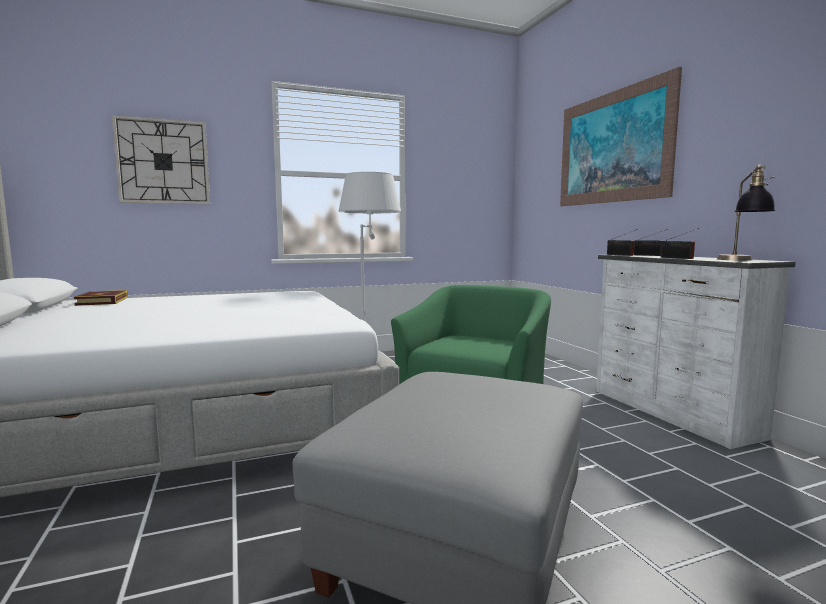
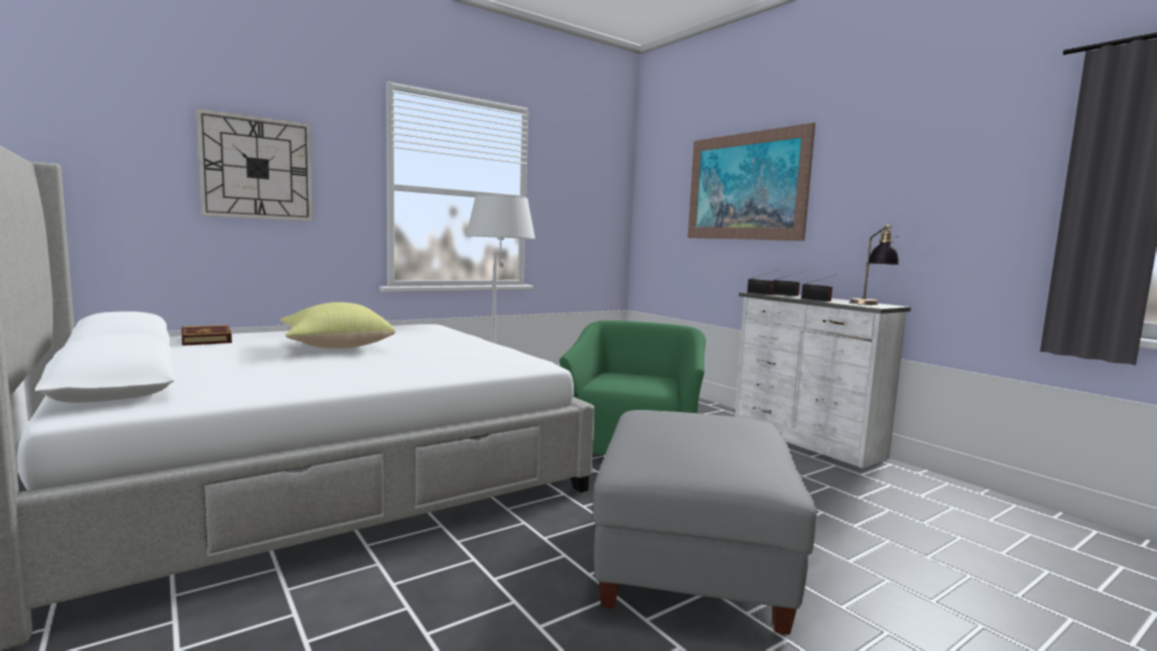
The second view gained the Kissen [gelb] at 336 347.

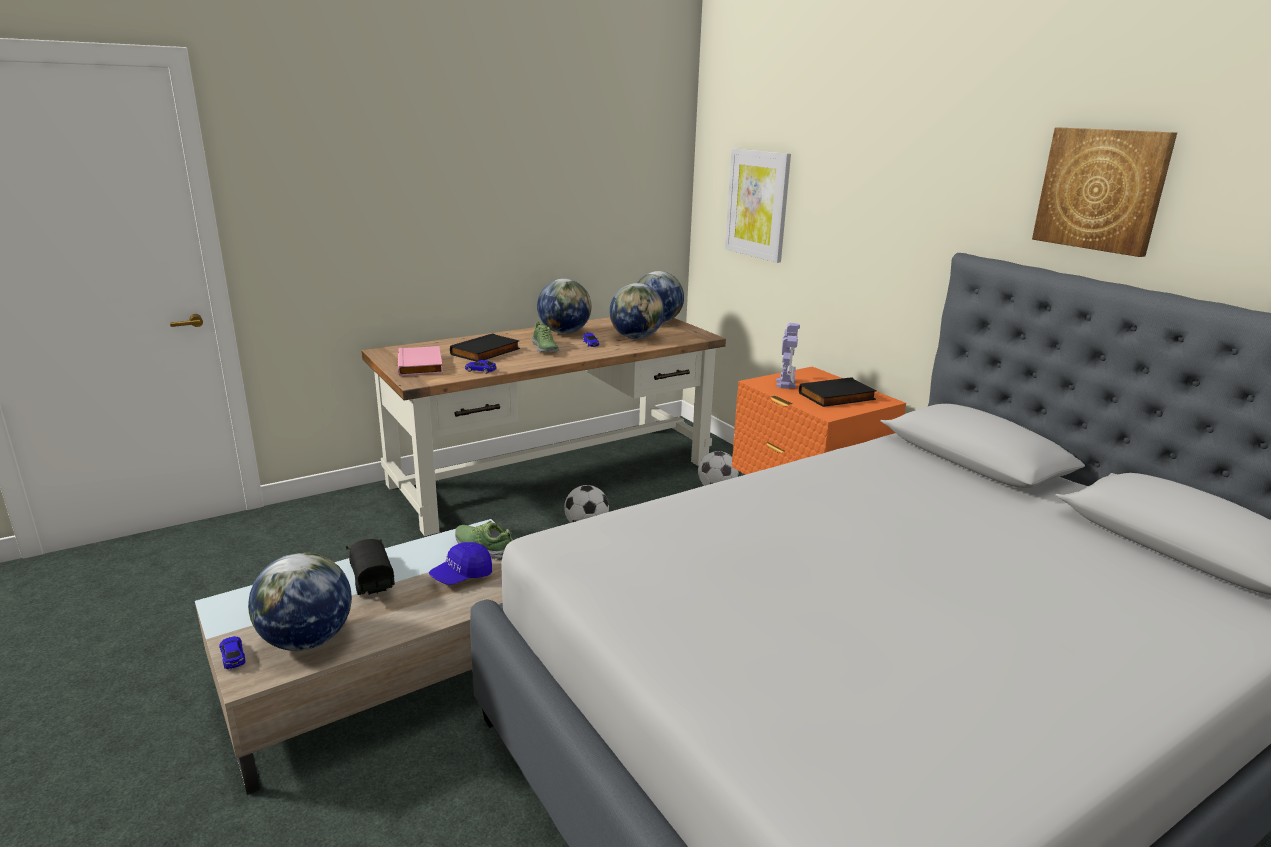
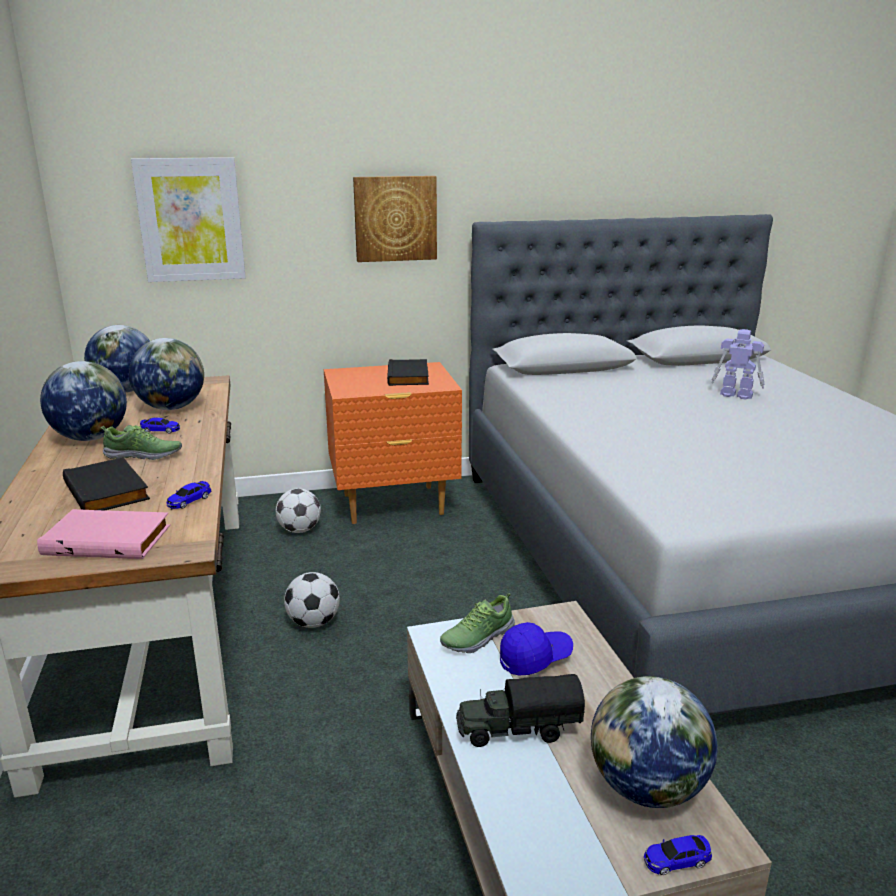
The Spielzeugroboter ended up elsewhere, having gone from 785 383 to 735 394.
The Bild ended up elsewhere, having gone from 1101 190 to 395 218.
The Kappe [blau] at 462 576 ended up facing another way, 90 degrees counterclockwise from before.

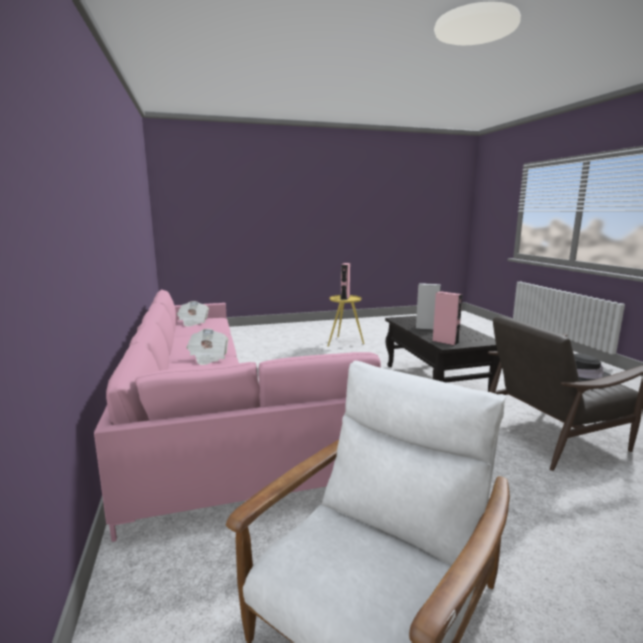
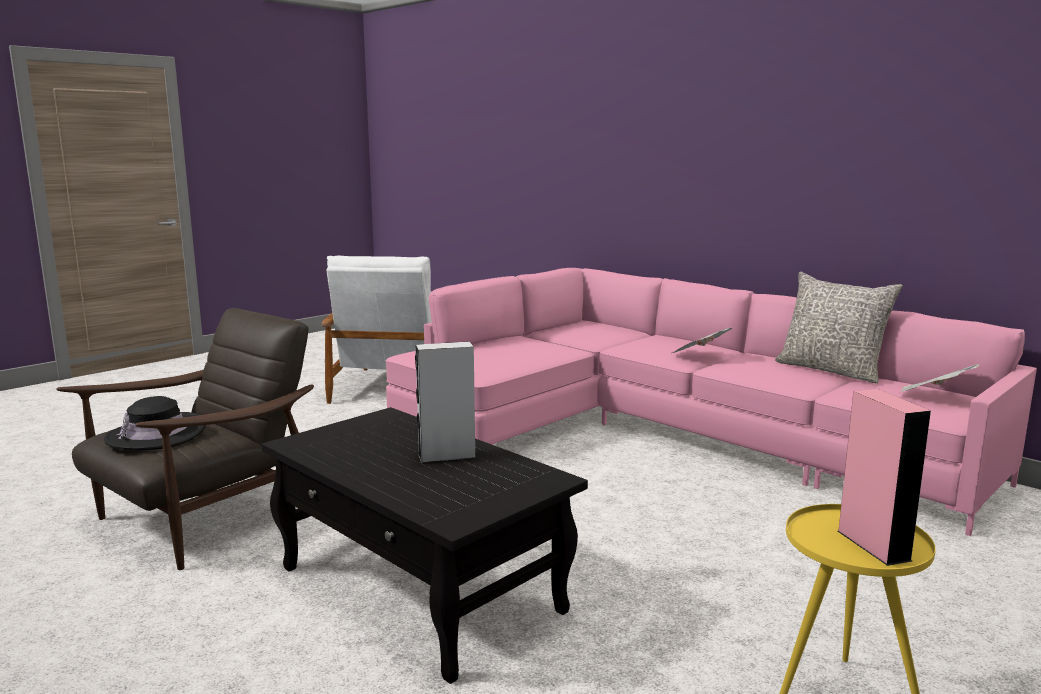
The second view lost the Lautsprecher [rosa] at 445 342.
The second view gained the Kissen [grau] at 831 370.

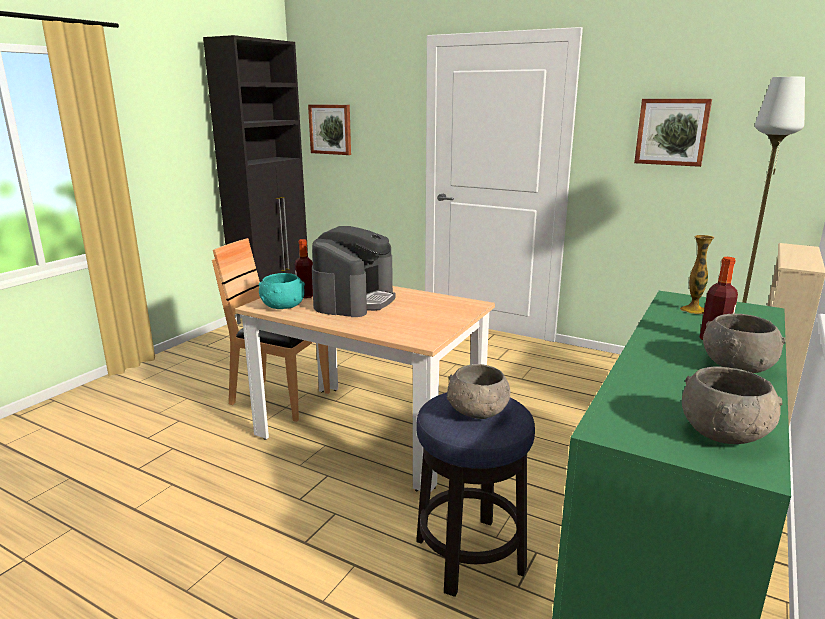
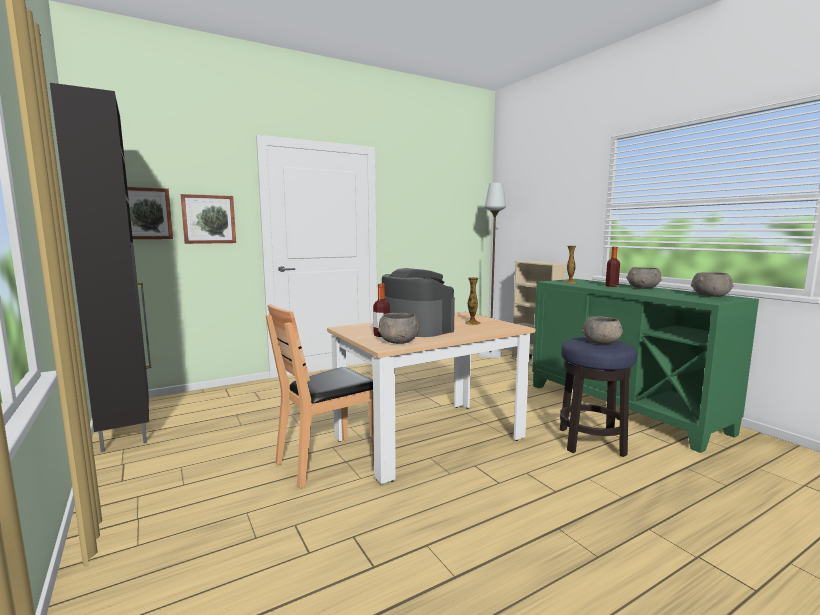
The second view gained the Vase at 472 323.
The Bild ended up elsewhere, having gone from 672 132 to 208 219.
What was the Schüssel [türkis] at 283 306 turned into the Schüssel [grau] at 398 342.

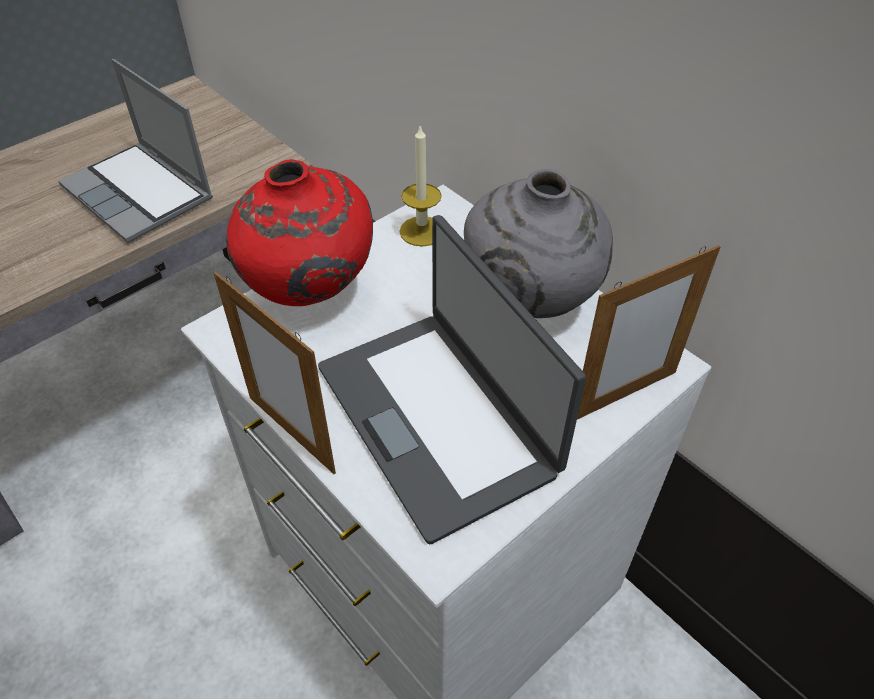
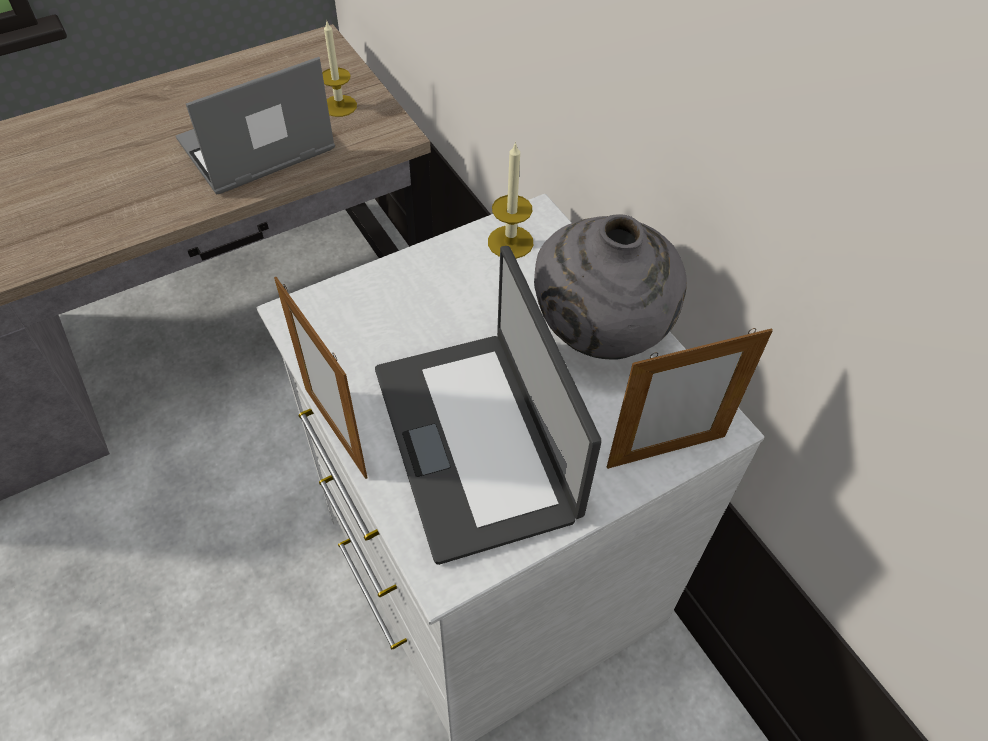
The second view lost the Vase [rot] at 309 294.
The second view gained the Kerze at 339 106.
The Laptop at 141 194 ended up facing another way, 90 degrees clockwise from before.

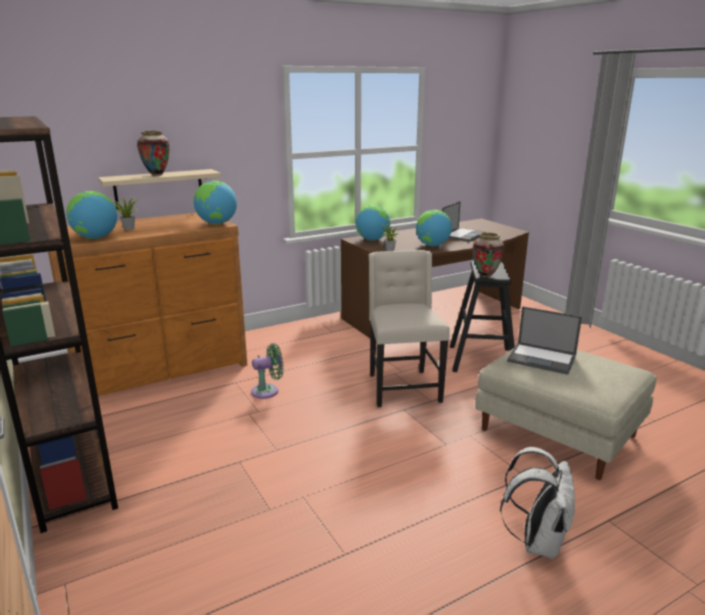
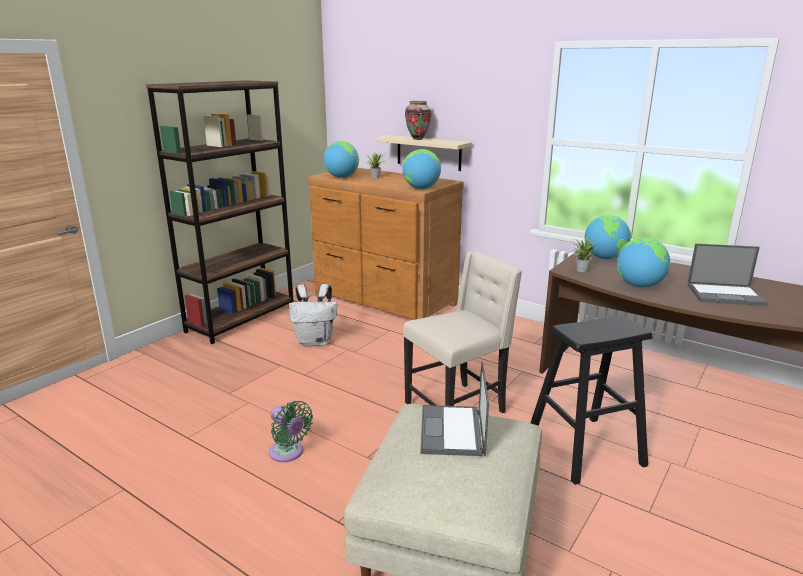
The second view lost the Vase at 486 275.
The Ventilator [grün] ended up elsewhere, having gone from 268 391 to 288 453.
The Rucksack [weiß] ended up elsewhere, having gone from 537 541 to 315 341.

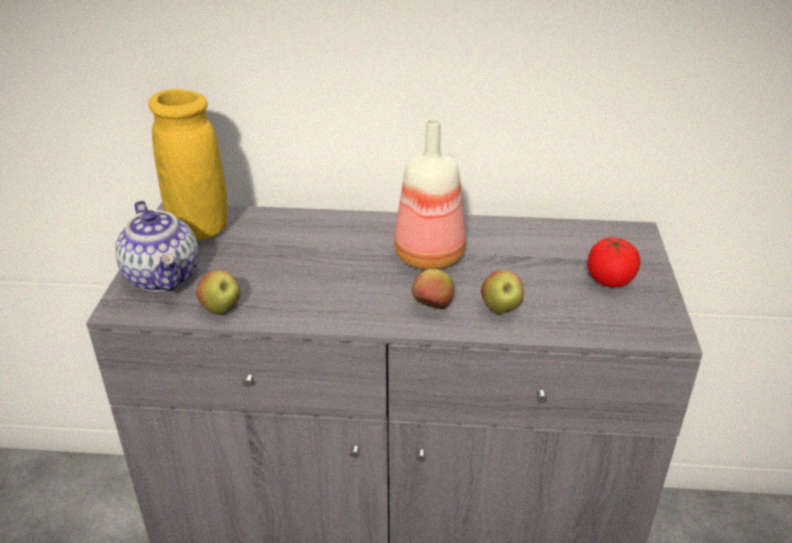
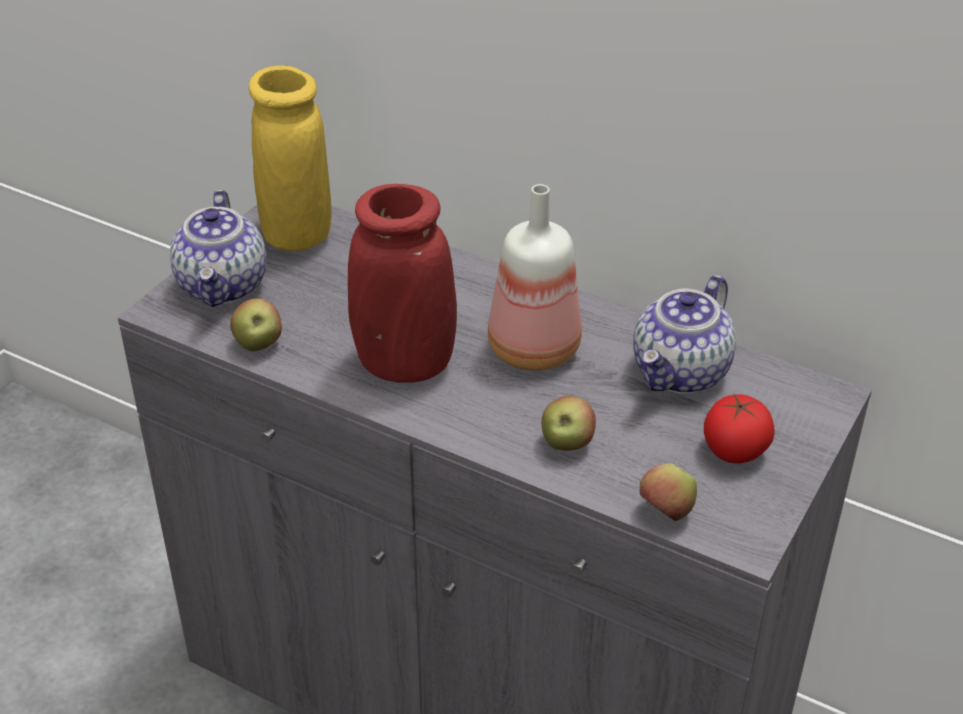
The second view gained the Vase [rot] at 404 364.
The second view gained the Teekanne at 681 373.
The Apfel ended up elsewhere, having gone from 433 307 to 666 513.

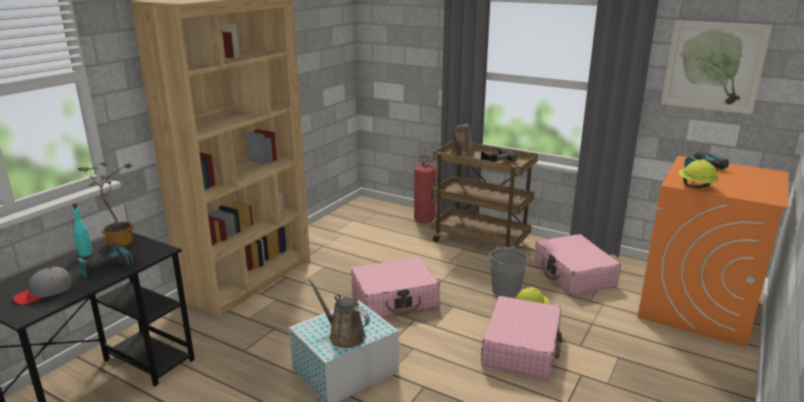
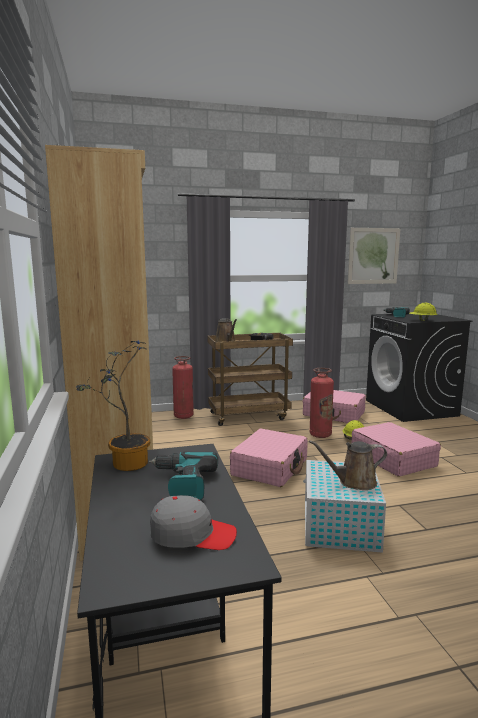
The second view lost the Flasche [türkis] at 86 254.
Where the Eimer [grau] stood at 506 290, the Feuerlöscher came to stand at 320 435.
What was the Waschmaschine [orange] at 696 308 turned into the Waschmaschine [schwarz] at 411 408.
The Kappe [grau] at 44 292 ended up facing another way, 90 degrees counterclockwise from before.

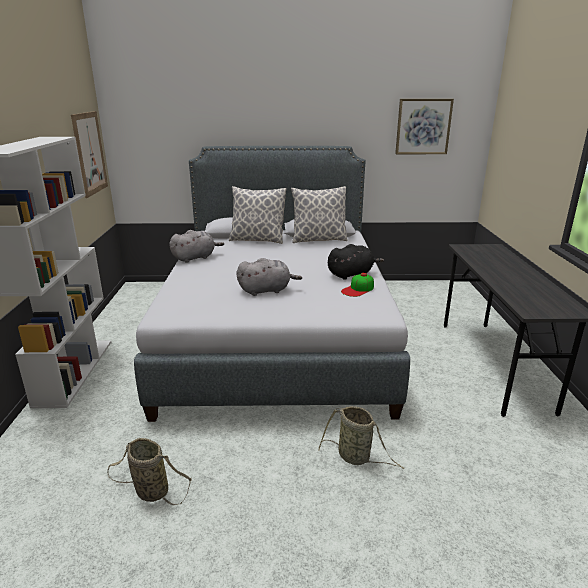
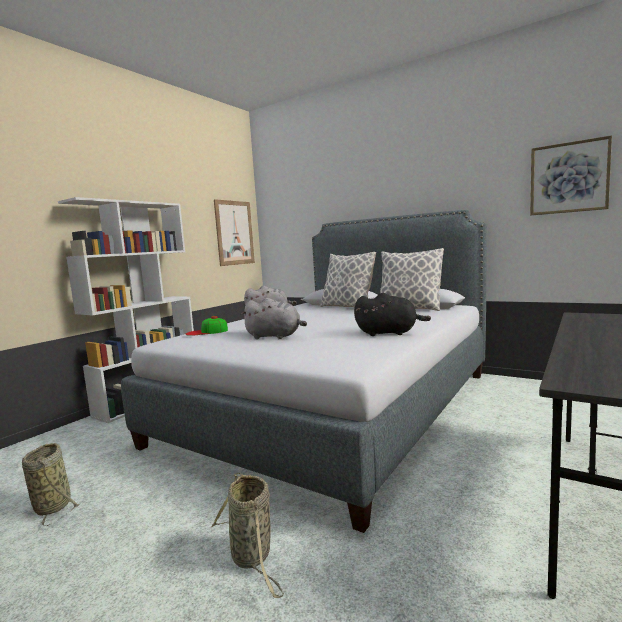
The Kappe ended up elsewhere, having gone from 358 289 to 206 332.

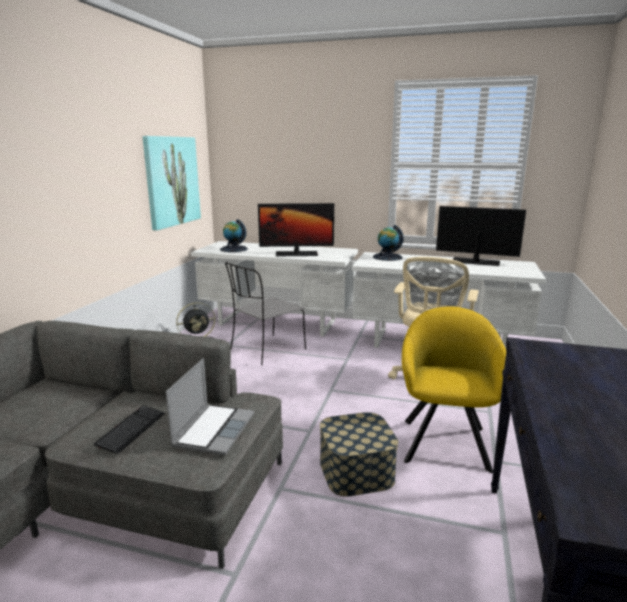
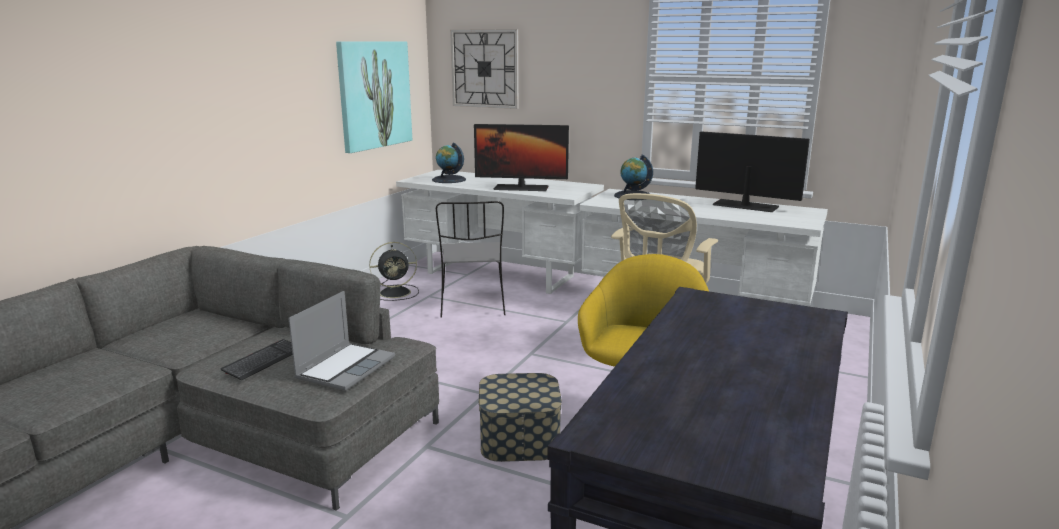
The second view gained the Wanduhr at 485 69.
The Stuhl [grau] at 266 350 ended up facing another way, 60 degrees counterclockwise from before.

